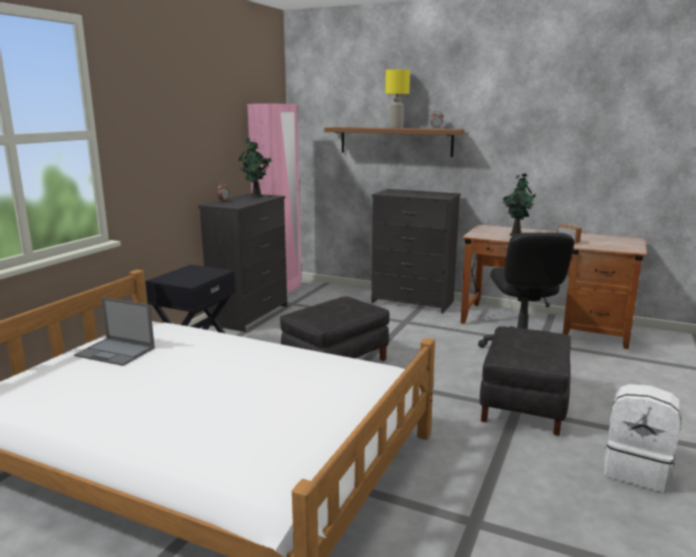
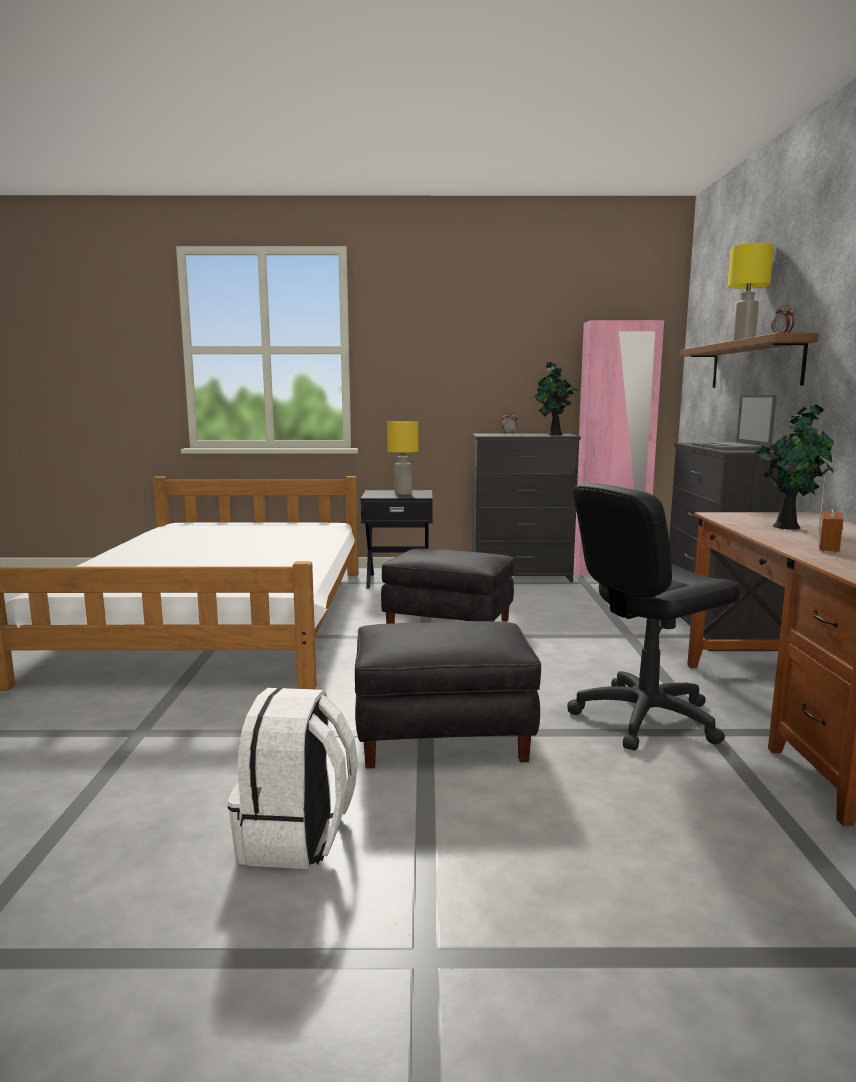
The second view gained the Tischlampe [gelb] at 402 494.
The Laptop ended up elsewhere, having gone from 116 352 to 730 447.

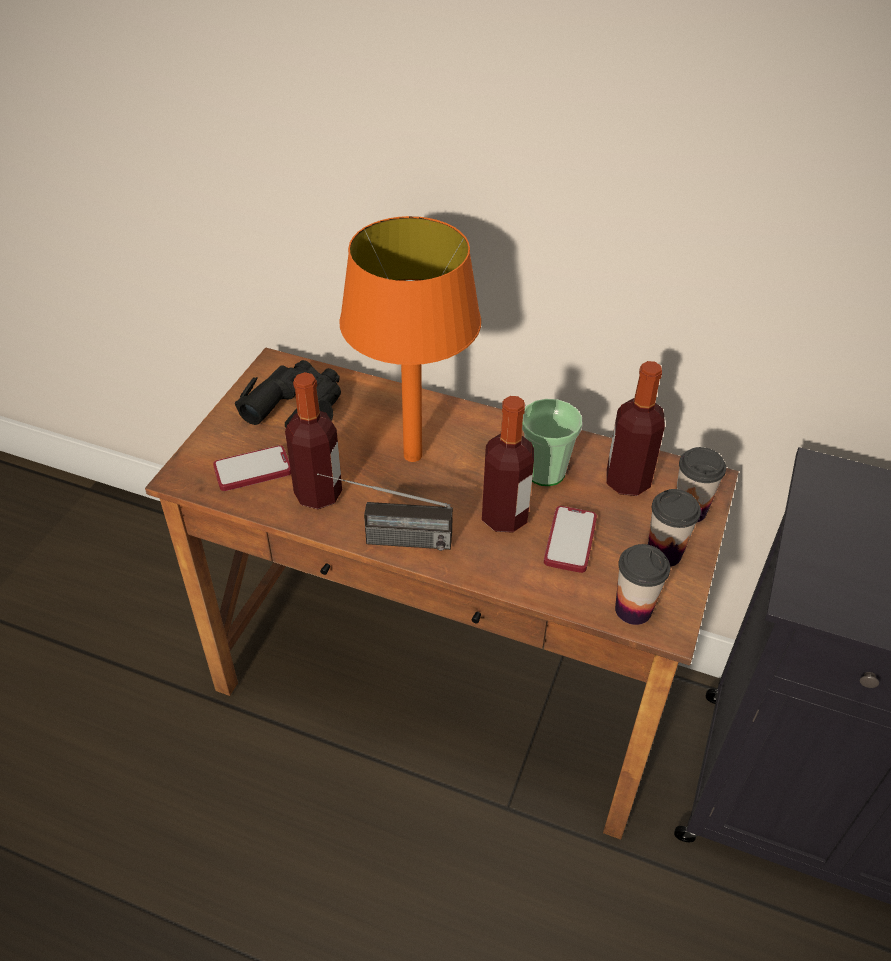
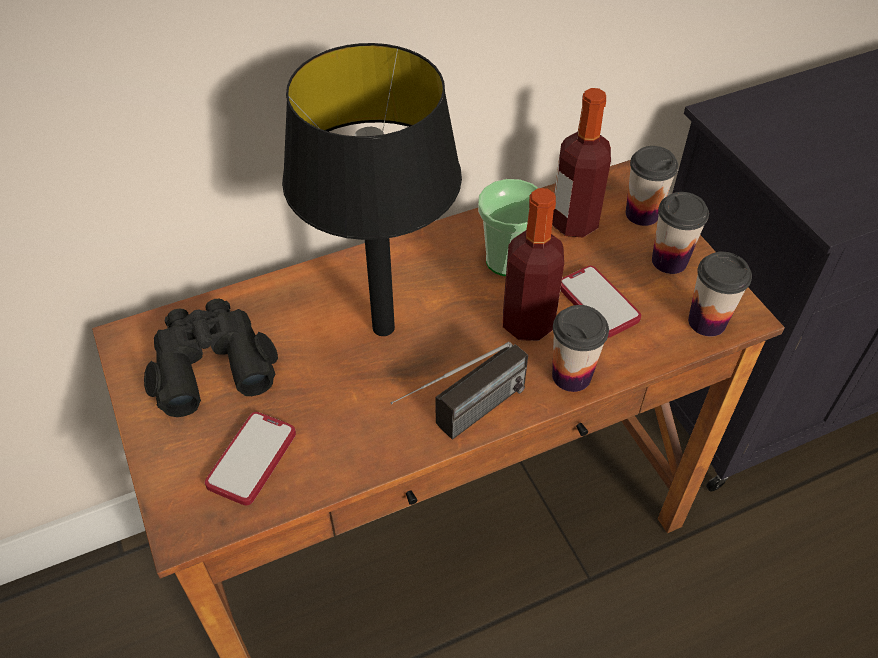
The second view lost the Flasche at 318 494.
The second view gained the Tasse at 571 376.
What was the Tischlampe [orange] at 413 456 turned into the Tischlampe [schwarz] at 384 328.

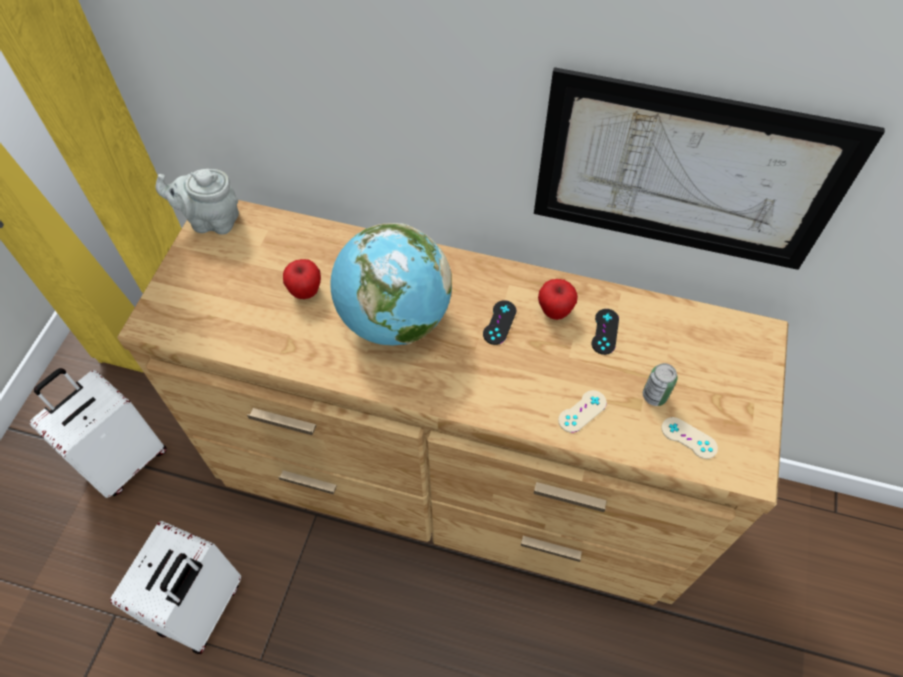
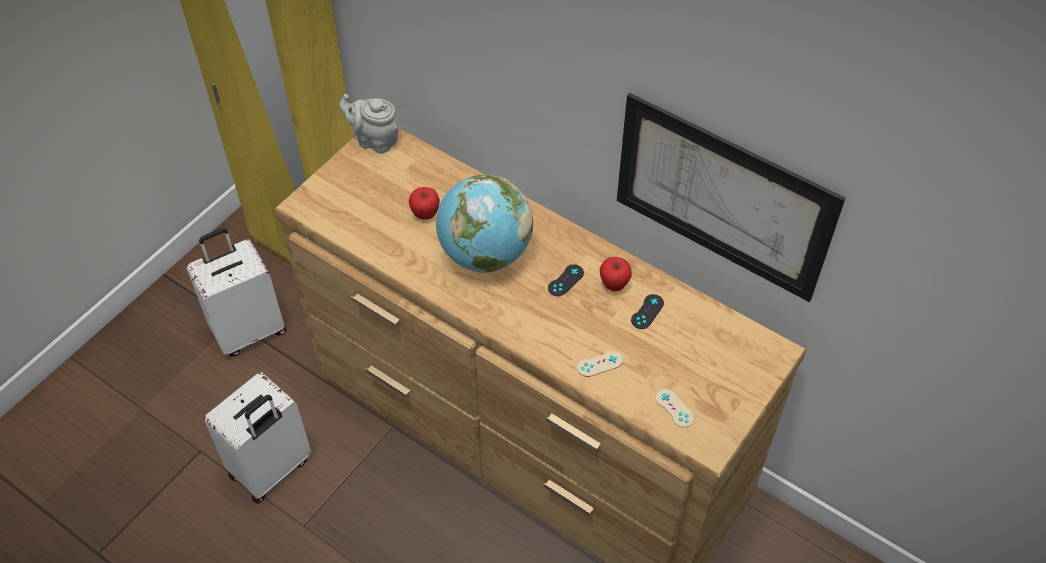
The second view lost the Dose at 654 396.

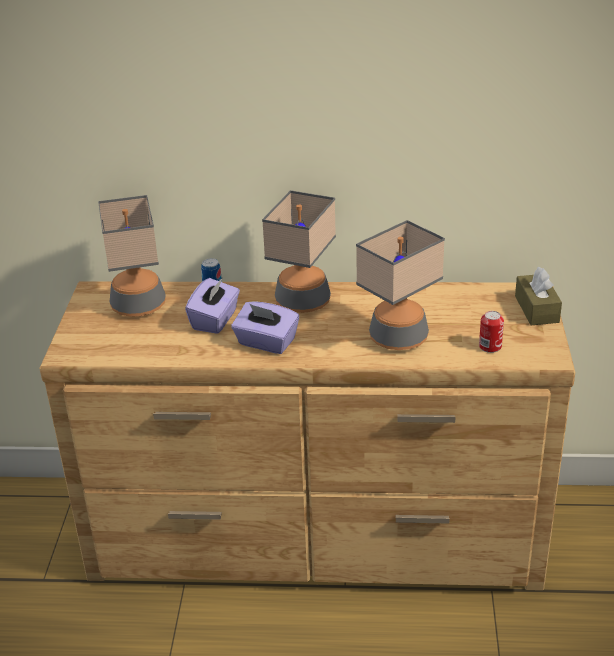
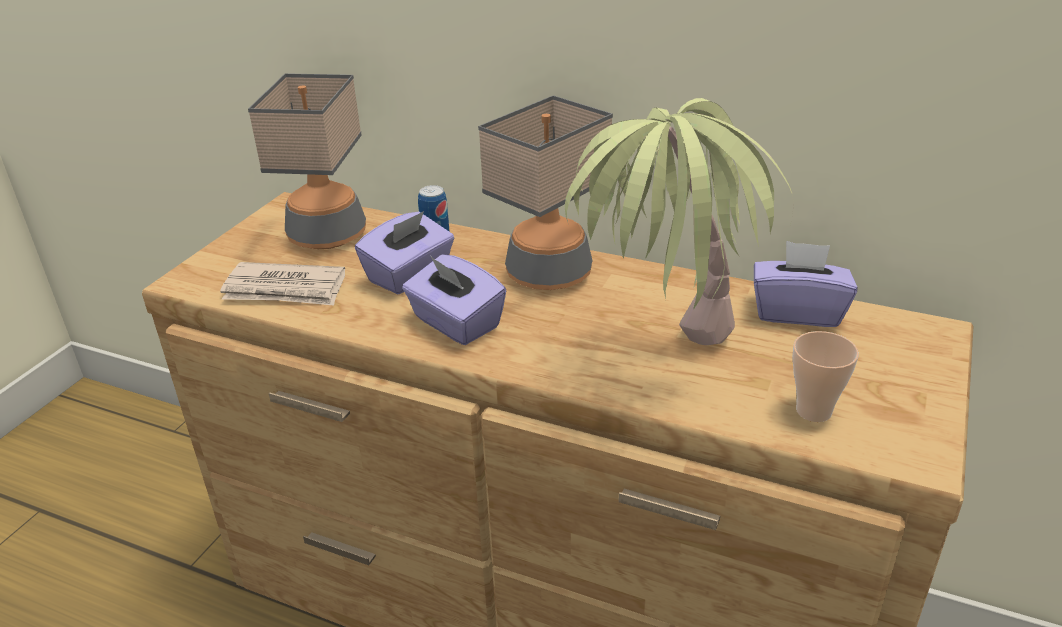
The second view lost the Taschentuchbox [braun] at 536 309.
The second view gained the Zeitung at 285 289.
The second view gained the Taschentuchbox [lila] at 797 312.
Where the Tischlampe stood at 399 338, the Topfpflanze came to stand at 662 361.
Where the Dose stood at 490 346, the Tasse came to stand at 813 411.

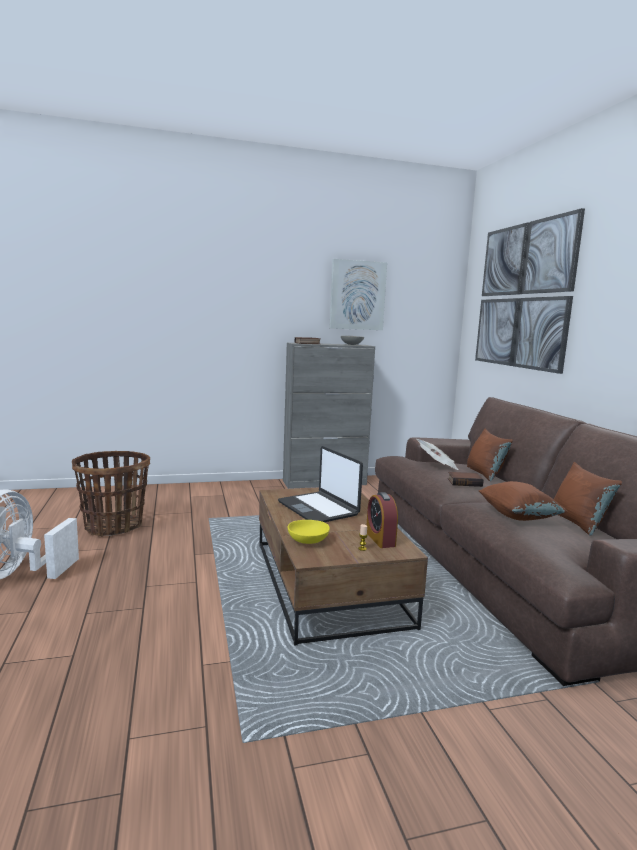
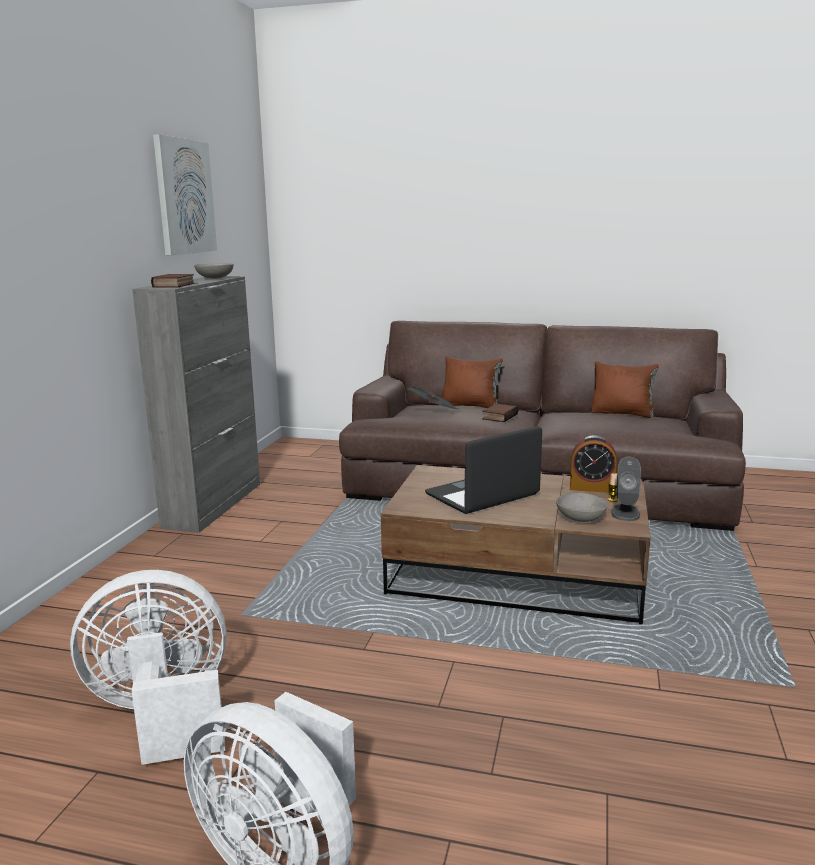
The second view lost the Bild at 523 296.
The second view lost the Kissen [braun] at 518 516.
The second view gained the Lautsprecher [grau] at 625 513.
Where the Korb stood at 114 526, the Ventilator [weiß] came to stand at 162 714.
What was the Schüssel [gelb] at 307 541 turned into the Schüssel [grau] at 580 519.
The Laptop at 318 508 ended up facing another way, 150 degrees clockwise from before.

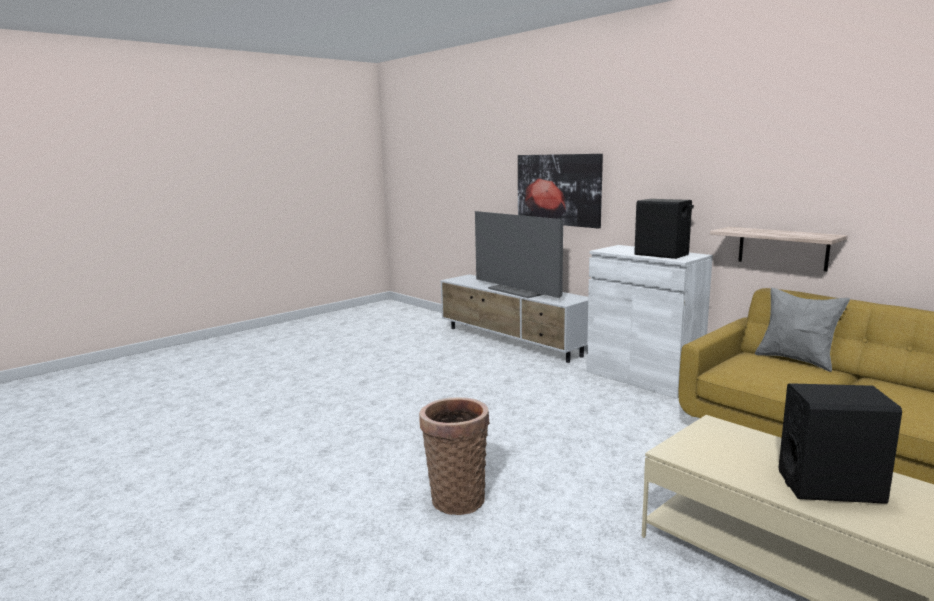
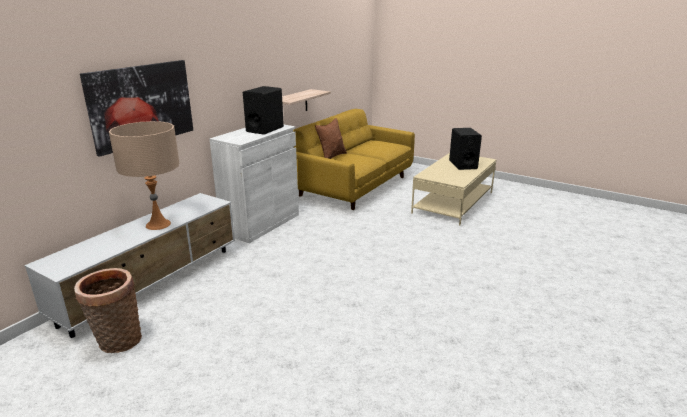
The Korb ended up elsewhere, having gone from 456 497 to 117 342.
Where the Fernseher stood at 518 291, the Tischlampe [beige] came to stand at 158 224.
What was the Kissen [grau] at 796 360 turned into the Kissen [braun] at 331 157.

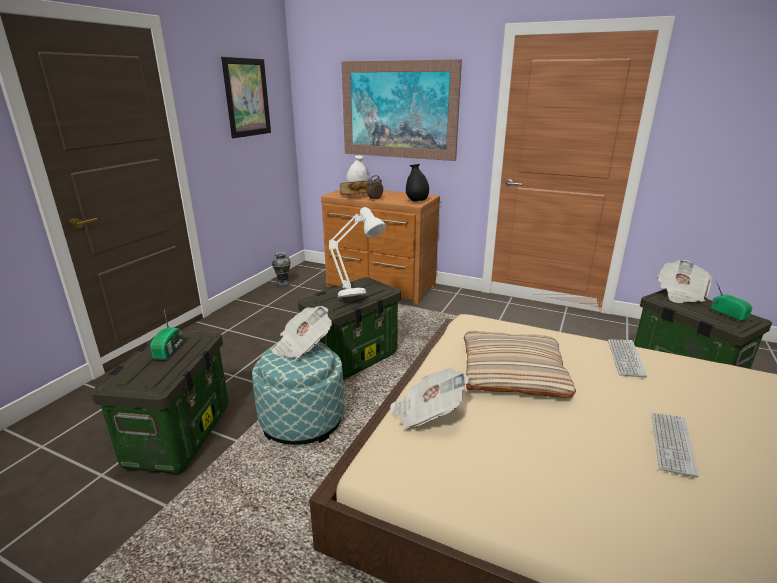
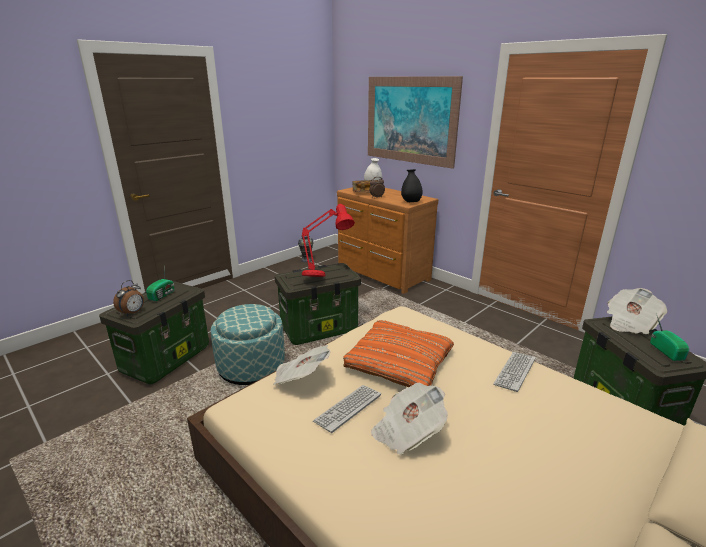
The second view lost the Bild at 247 97.
The second view gained the Wecker at 133 313.
The Zeitung ended up elsewhere, having gone from 302 346 to 407 431.
The Tastatur ended up elsewhere, having gone from 672 443 to 348 408.
What was the Tischlampe [weiß] at 357 290 turned into the Tischlampe [rot] at 325 272.
What was the Kissen [beige] at 513 371 turned into the Kissen [orange] at 399 360.

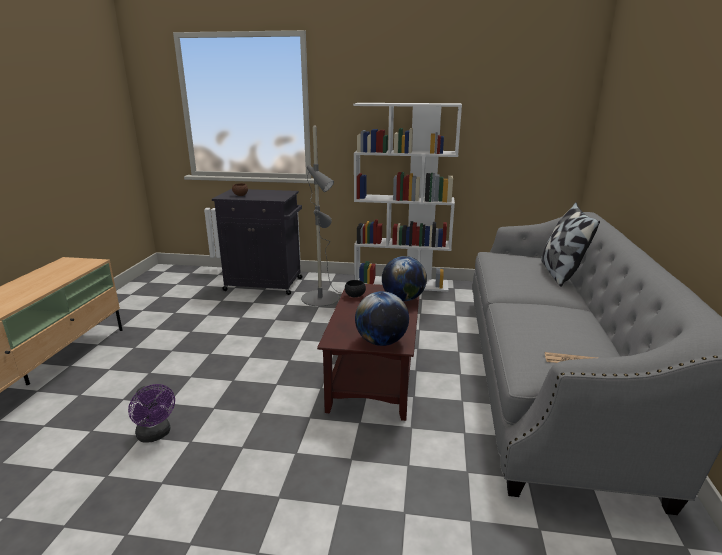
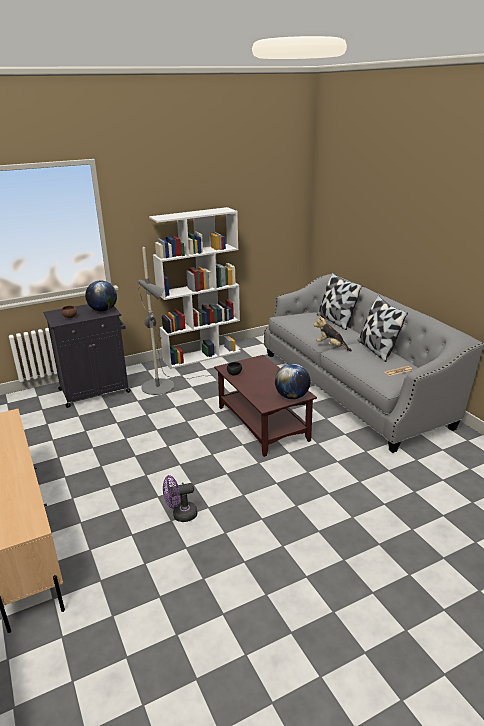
The second view gained the Plüschtier at 331 346.
The second view gained the Kissen at 377 350.
The Globus ended up elsewhere, having gone from 403 299 to 103 310.
The Ventilator [lila] at 156 435 ended up facing another way, 150 degrees clockwise from before.

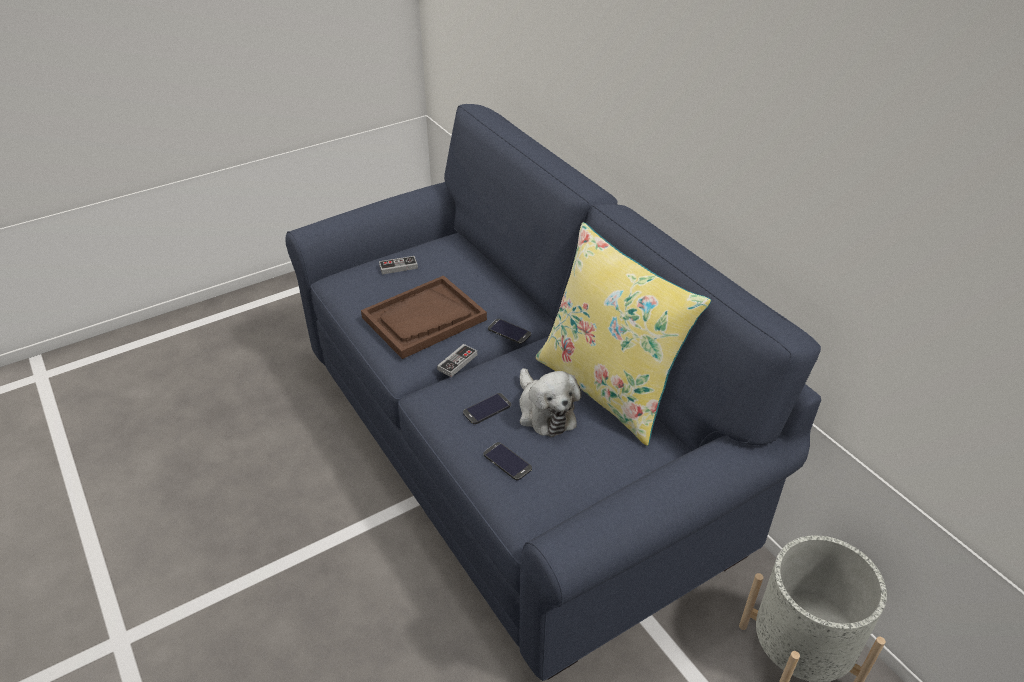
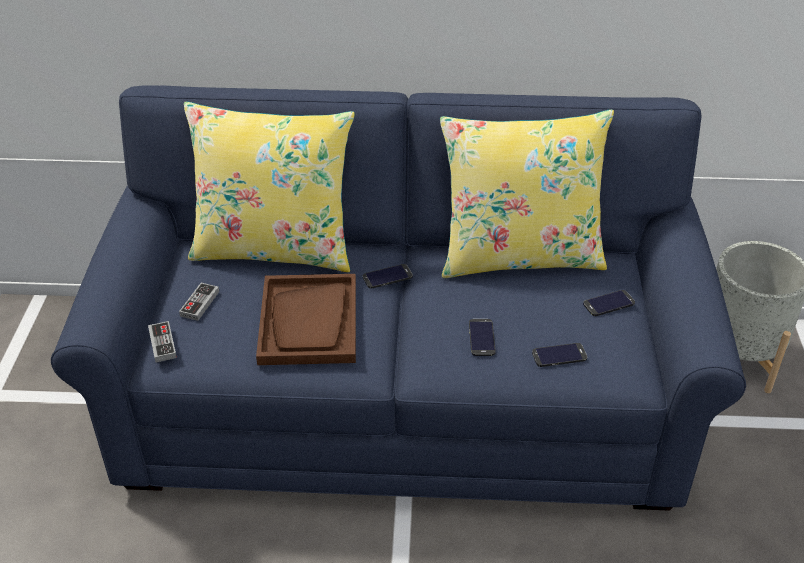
The second view lost the Plüschtier at 545 411.
The second view gained the Kissen [gelb] at 274 248.
The second view gained the Handy at 608 303.
The Gamepad ended up elsewhere, having gone from 457 362 to 162 344.

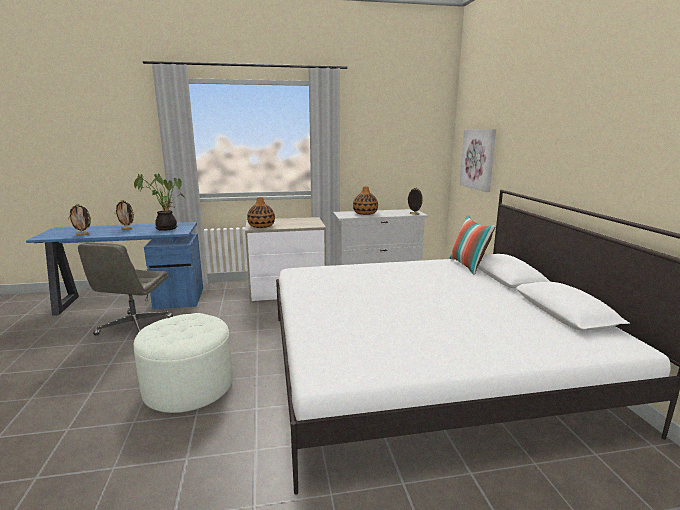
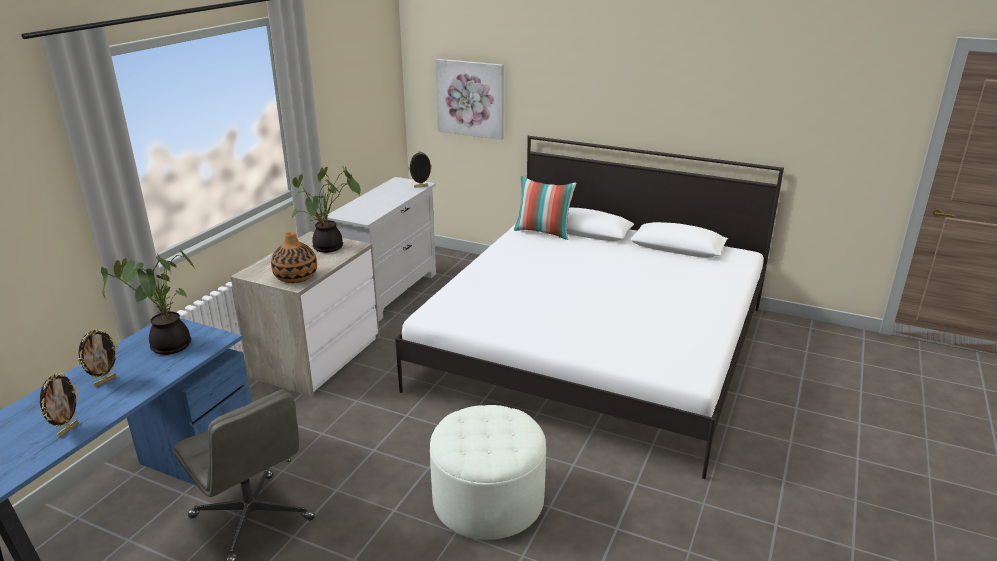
The second view lost the Vase at 365 213.
The second view gained the Topfpflanze at 328 248.

